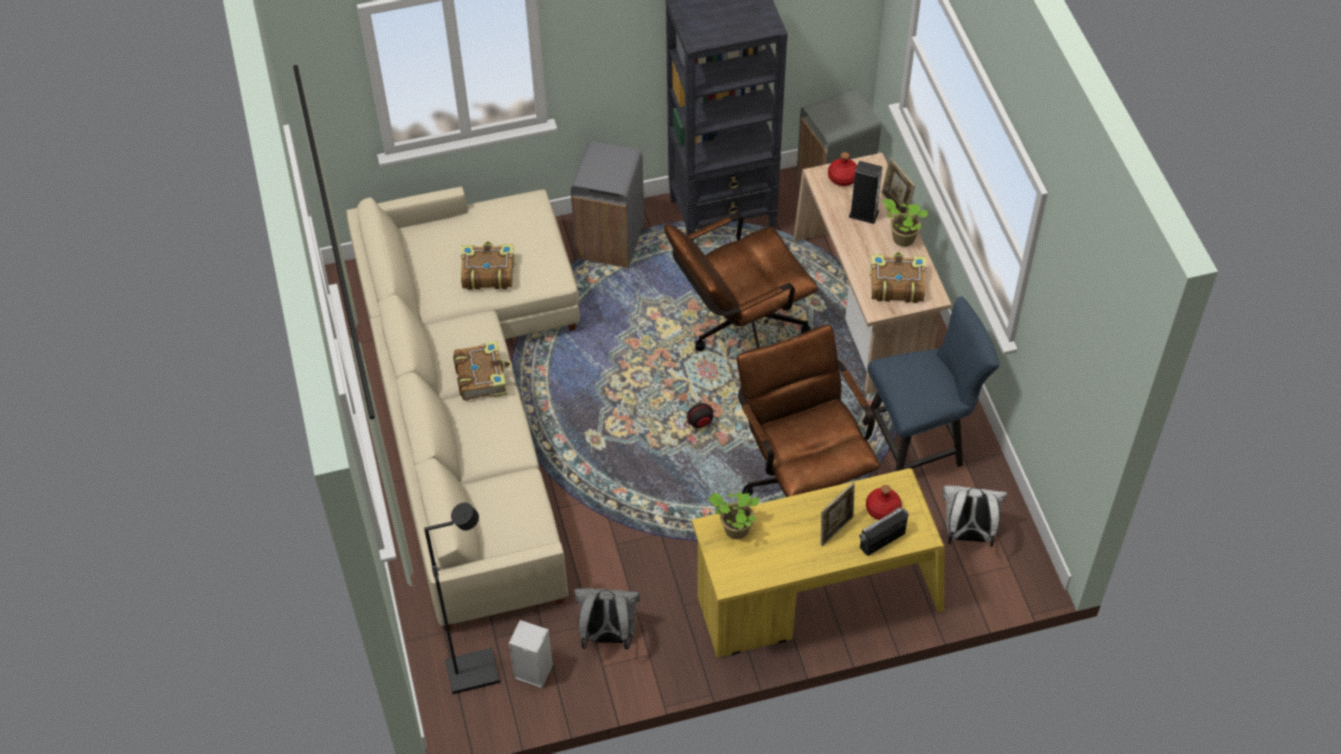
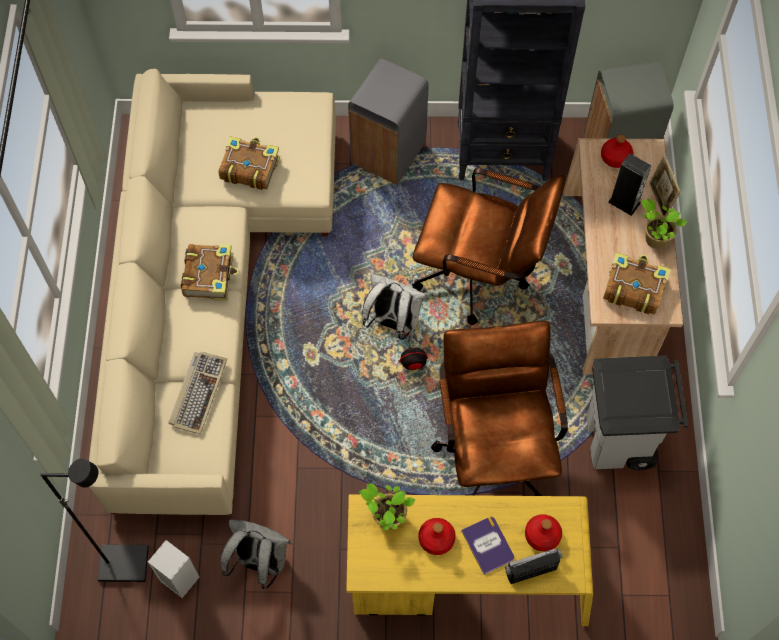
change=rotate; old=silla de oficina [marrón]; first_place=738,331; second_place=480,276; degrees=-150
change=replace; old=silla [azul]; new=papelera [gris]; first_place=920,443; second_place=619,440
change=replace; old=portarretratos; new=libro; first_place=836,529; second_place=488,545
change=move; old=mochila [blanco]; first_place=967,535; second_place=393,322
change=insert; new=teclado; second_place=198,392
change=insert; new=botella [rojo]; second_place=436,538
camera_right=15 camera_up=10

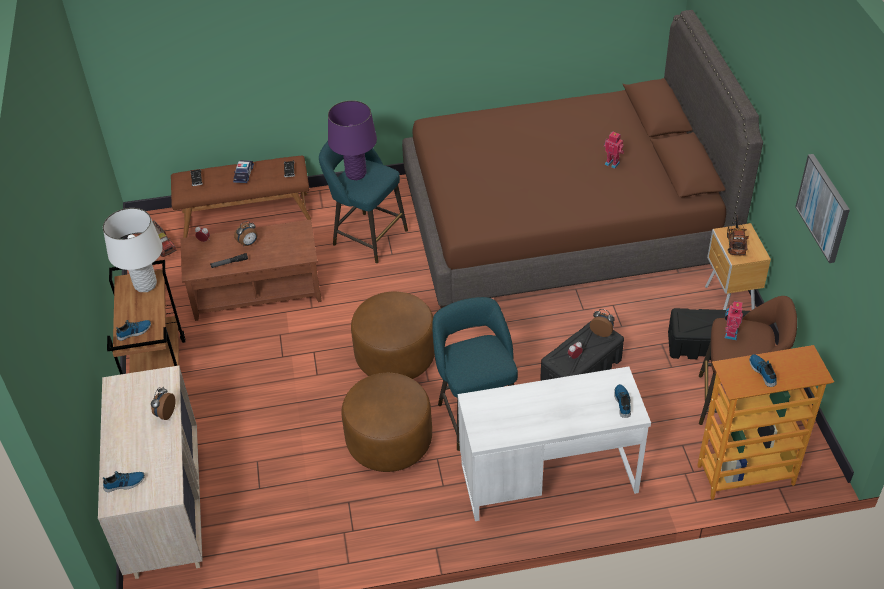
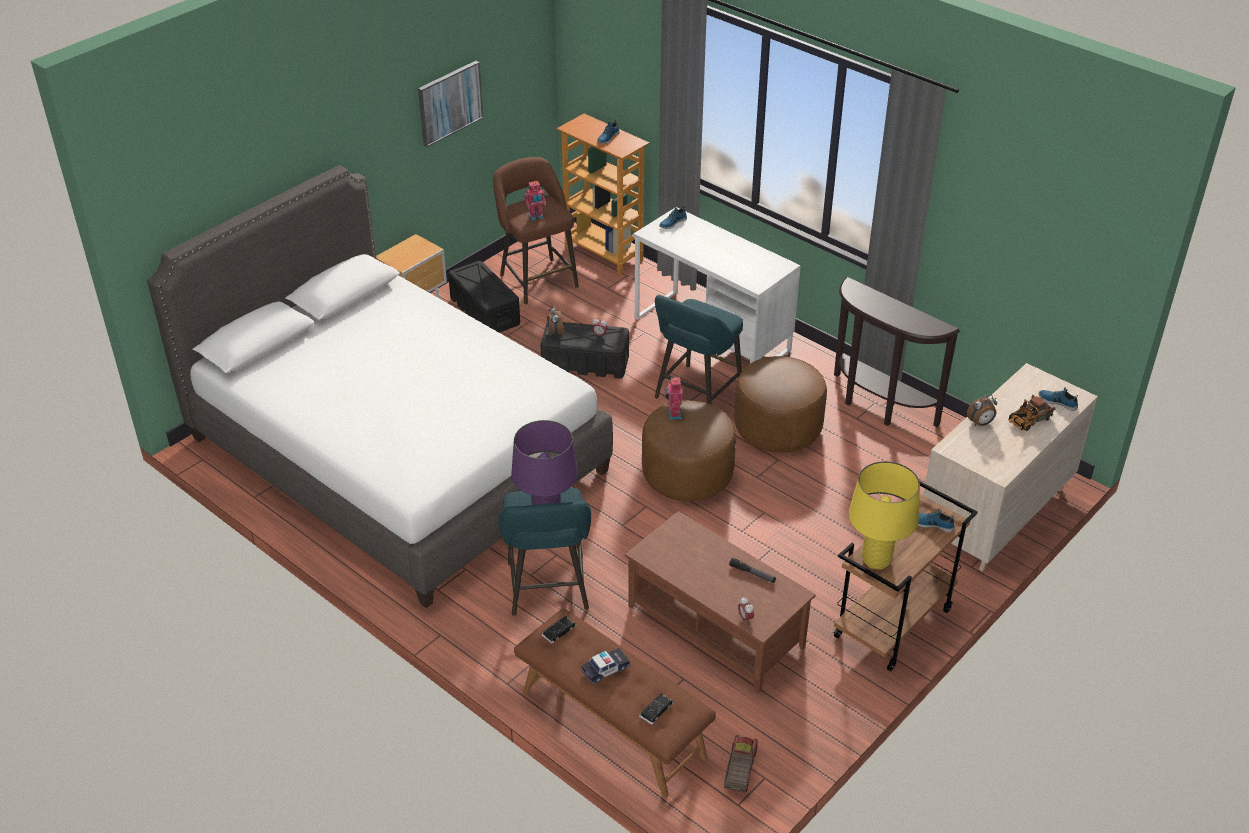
change=recolor; old=cama [marrón]; new=cama [blanco]; first_place=563,225; second_place=397,455
change=move; old=robot de juguete; first_place=612,163; second_place=673,415
change=recolor; old=lámpara de mesa [blanco]; new=lámpara de mesa [amarillo]; first_place=145,285; second_place=876,560
change=move; old=camión de juguete; first_place=735,242; second_place=1027,422
change=delete; old=despertador; first_place=248,243
change=insert; new=mesa consola [marrón]; second_place=877,406
camera_right=-130 camera_up=-5

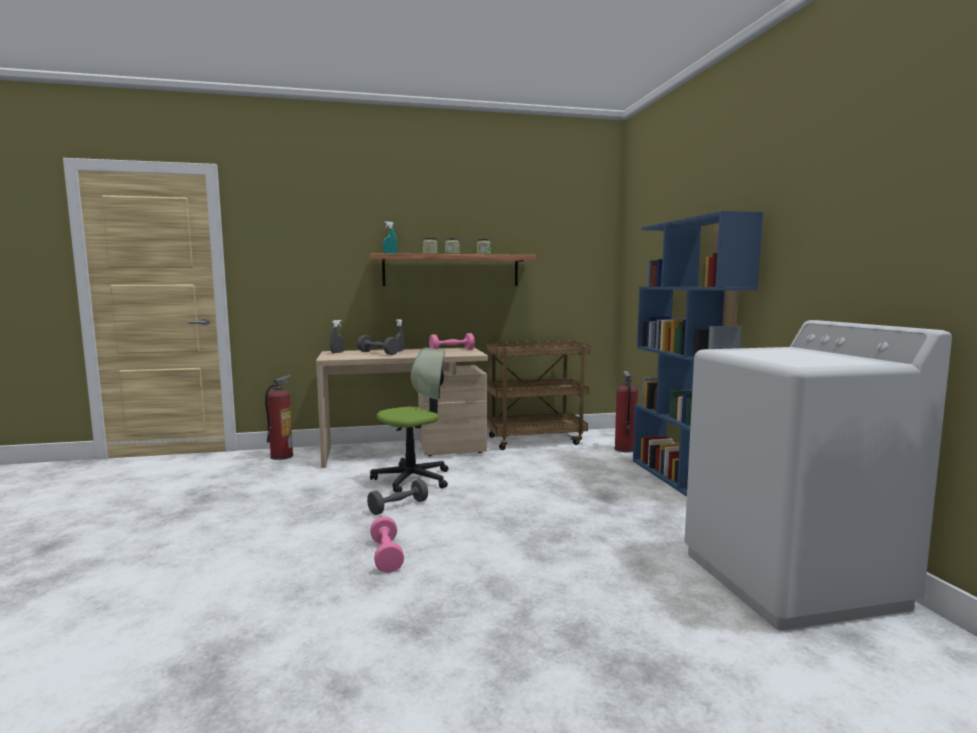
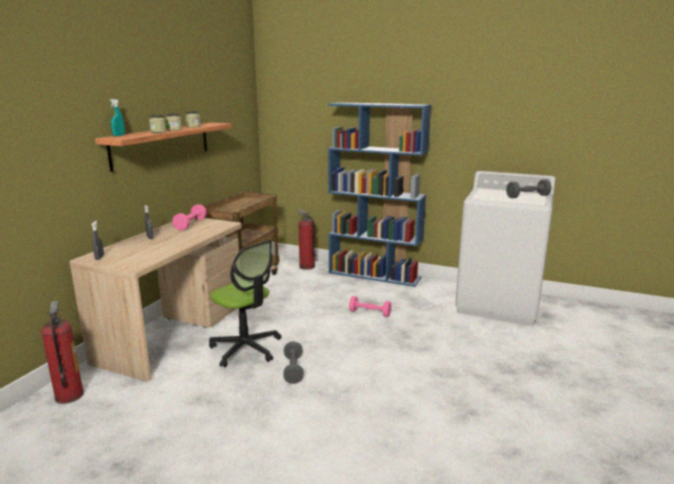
change=move; old=mancuerna [gris]; first_place=378,353; second_place=527,196
change=rotate; old=silla de oficina; first_place=412,479; second_place=246,348; degrees=135
change=move; old=mancuerna [rosa]; first_place=386,556; second_place=370,313
camera_right=-55 camera_up=10

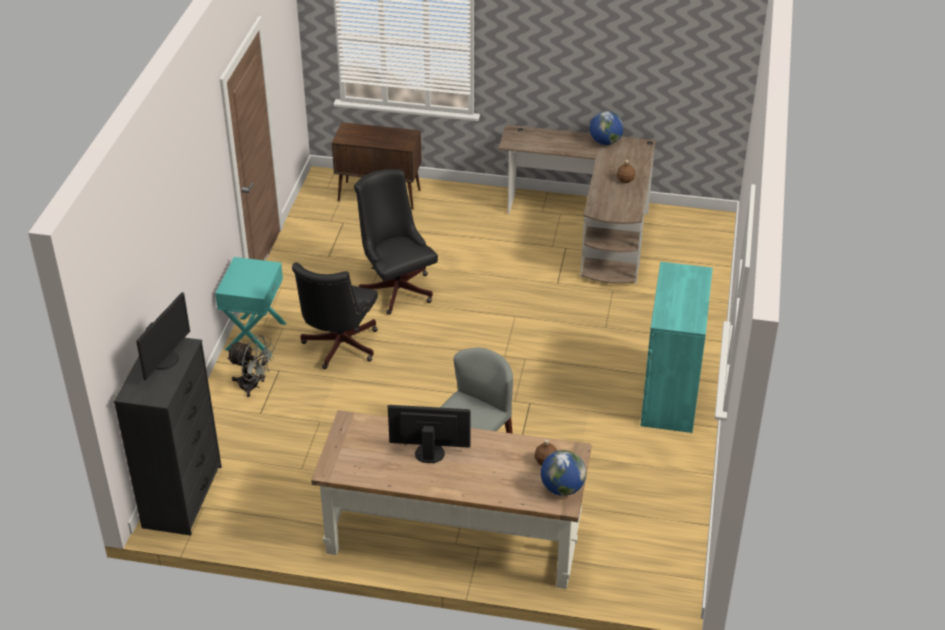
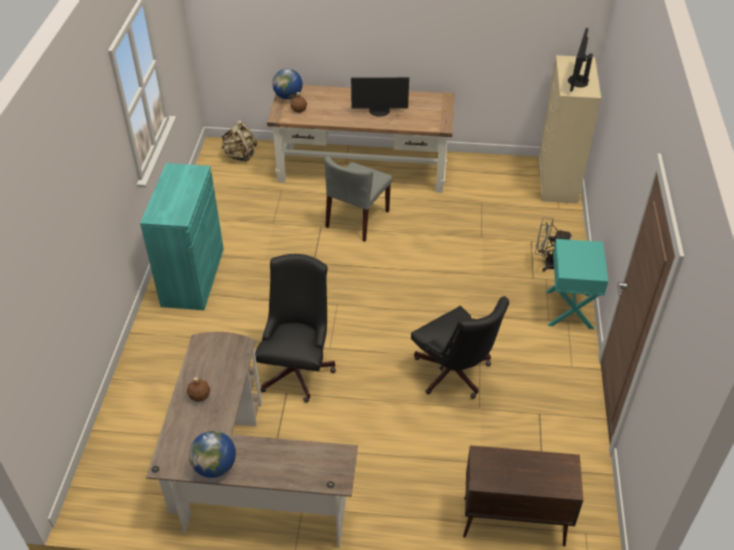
change=move; old=silla de oficina [negro]; first_place=338,348; second_place=298,368
change=recolor; old=cómoda [negro]; new=cómoda [beis]; first_place=183,496; second_place=557,181
change=insert; new=mochila [beis]; second_place=240,156
camera_right=175 camera_up=5

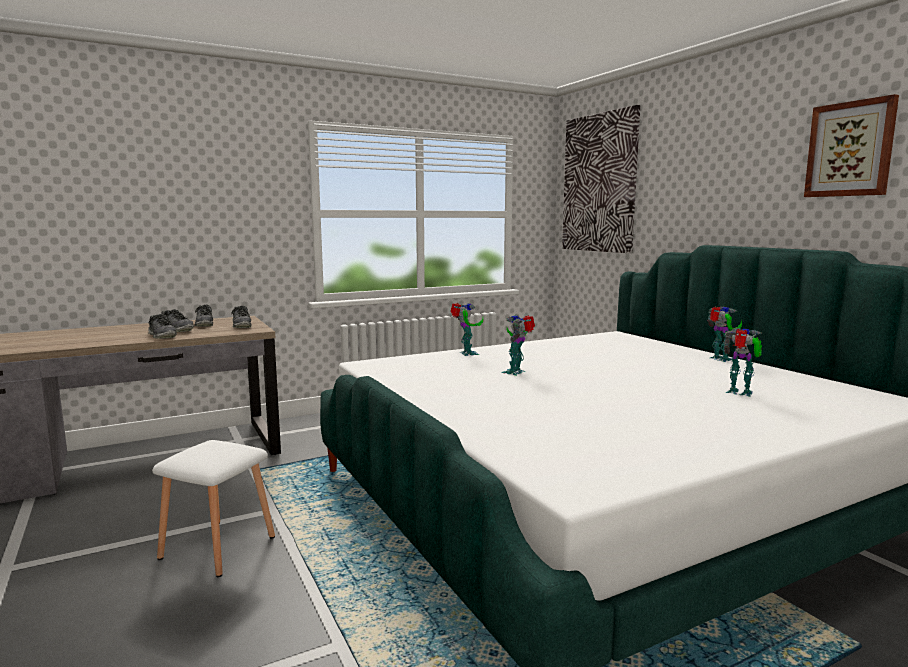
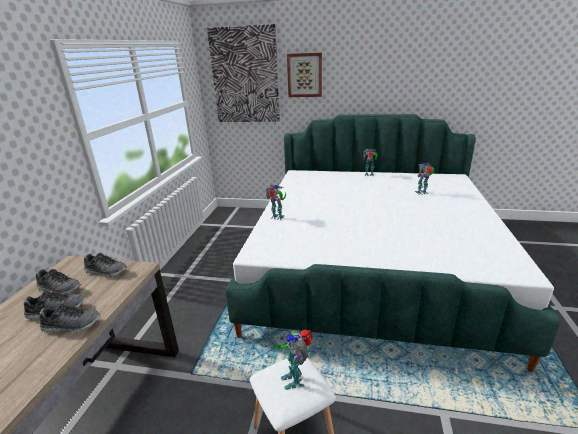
change=move; old=cuadro; first_place=850,149; second_place=304,75
change=move; old=robot de juguete; first_place=516,372; second_place=294,378
camera_right=-50 camera_up=15

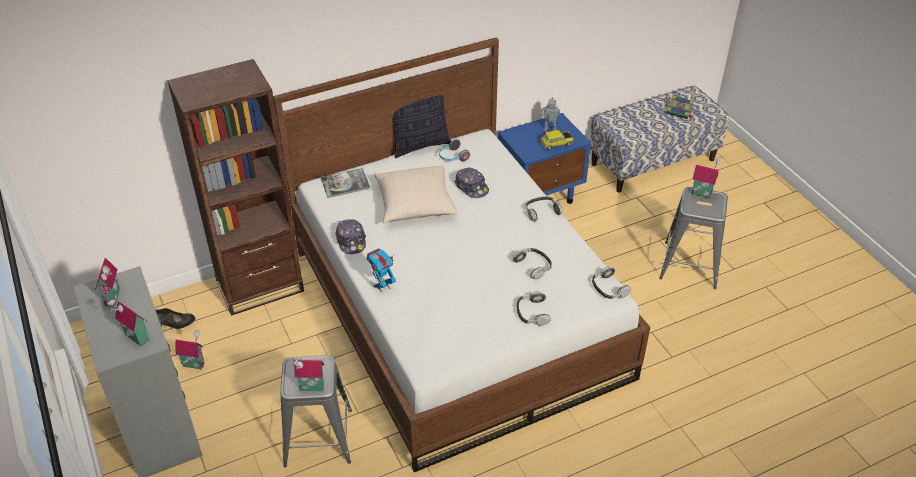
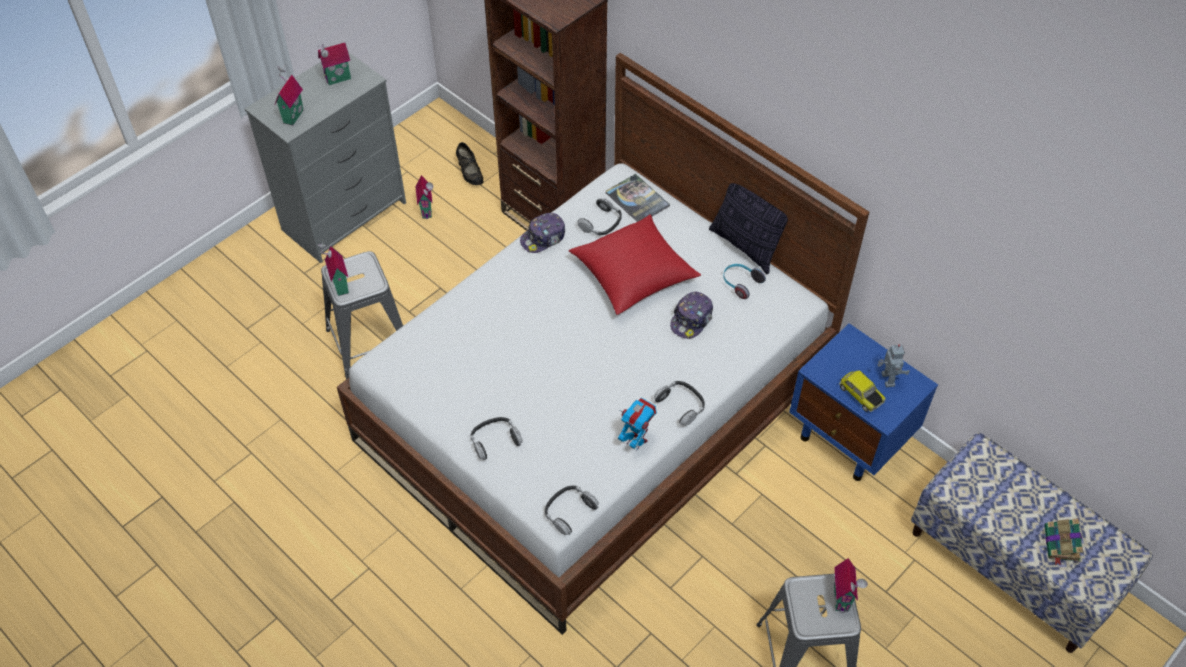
change=recolor; old=cojín [beis]; new=cojín [rojo]; first_place=415,204; second_place=633,274
change=move; old=robot de juguete; first_place=382,286; second_place=636,441
change=move; old=auriculares; first_place=533,266; second_place=601,223
camera_right=70 camera_up=10

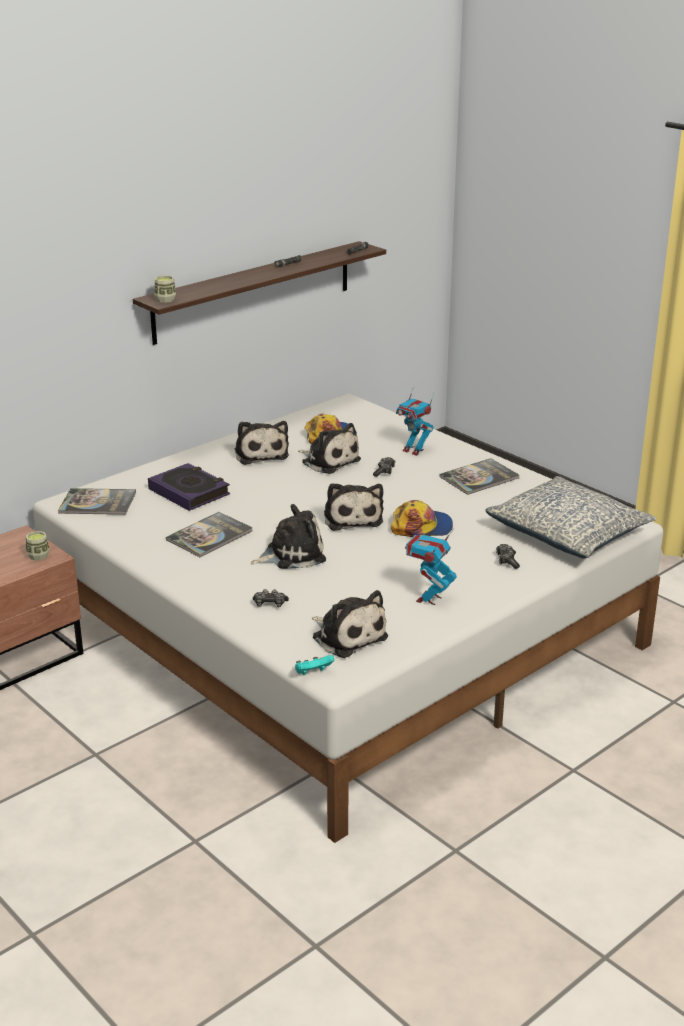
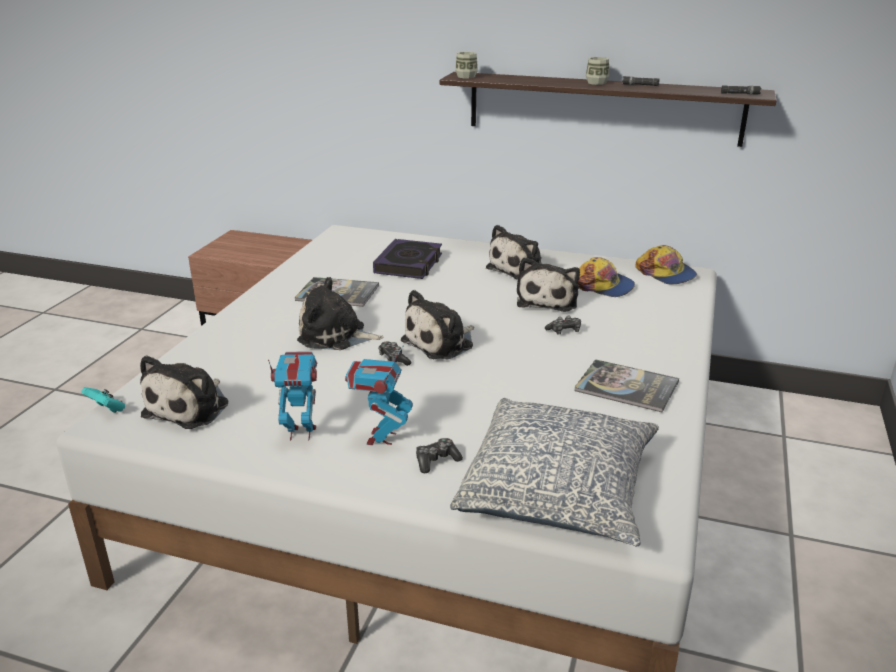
change=move; old=robot de juguete; first_place=414,450; second_place=381,438
change=delete; old=libro; first_place=97,503
change=move; old=gorra; first_place=421,527; second_place=666,273
change=rotate; old=peluche; first_place=292,554; second_place=335,336; degrees=150
change=move; old=taza; first_place=38,556; second_place=596,83
change=move; old=mando de consola; first_place=270,604; second_place=393,359
camera_right=60 camera_up=0

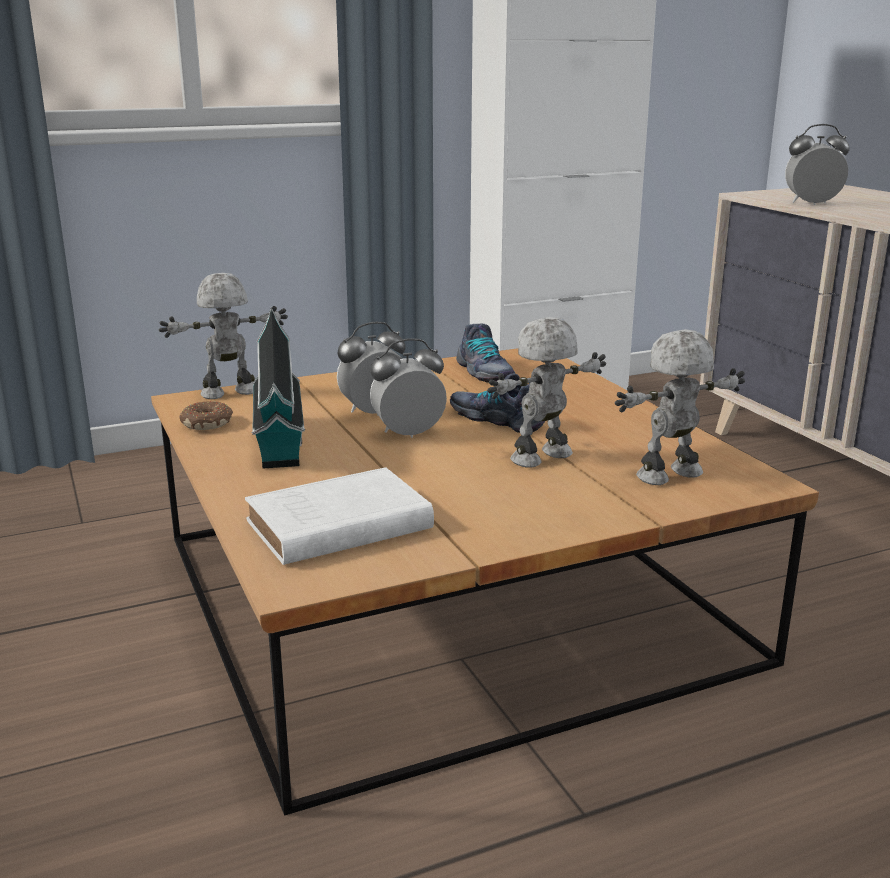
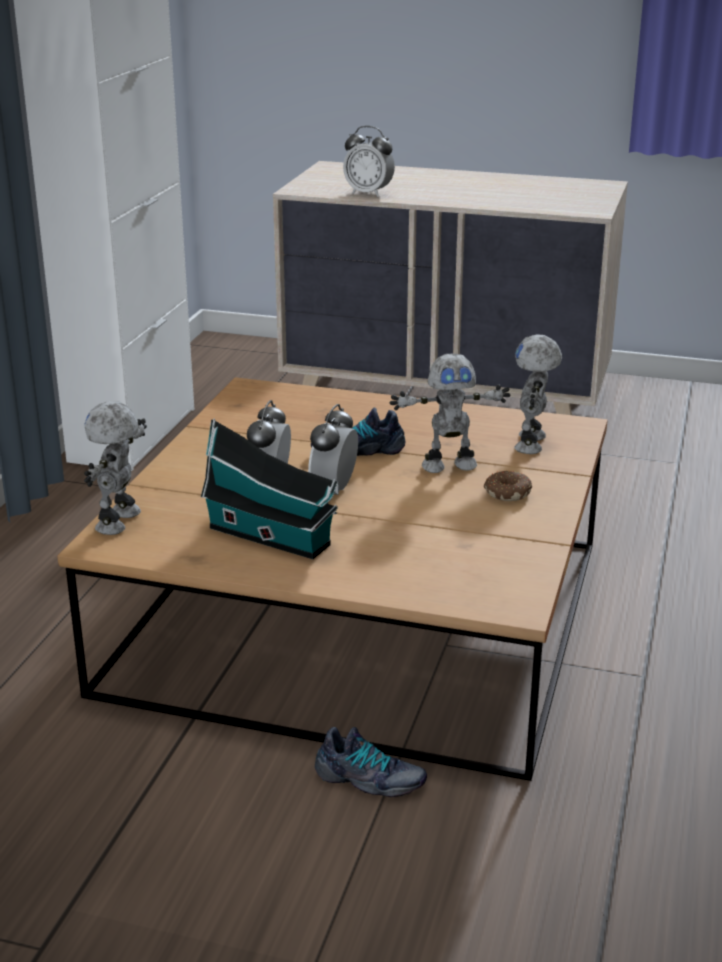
change=rotate; old=despertador; first_place=812,204; second_place=368,193; degrees=-105
change=rotate; old=robot de juguete; first_place=543,458; second_place=448,465; degrees=-105
change=move; old=zapato; first_place=483,372; second_place=369,780
change=move; old=rosquilla; first_place=208,423; second_place=507,492
change=delete; old=libro [blanco]; first_place=334,526
camera_right=-50 camera_up=5

